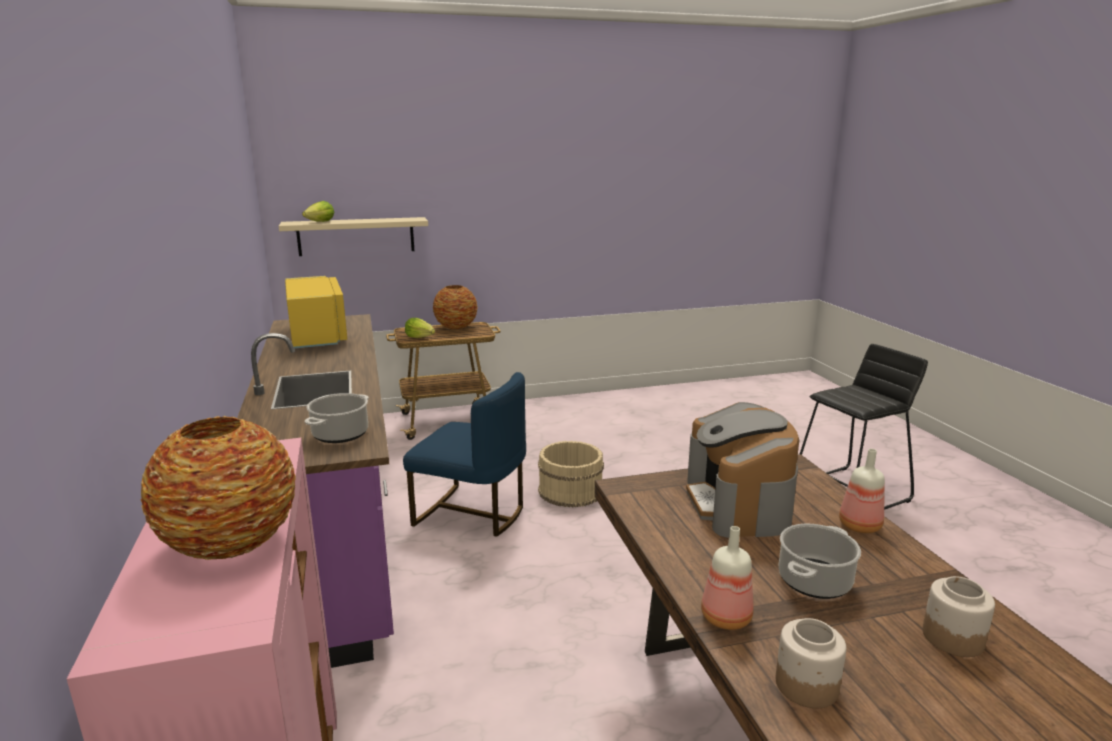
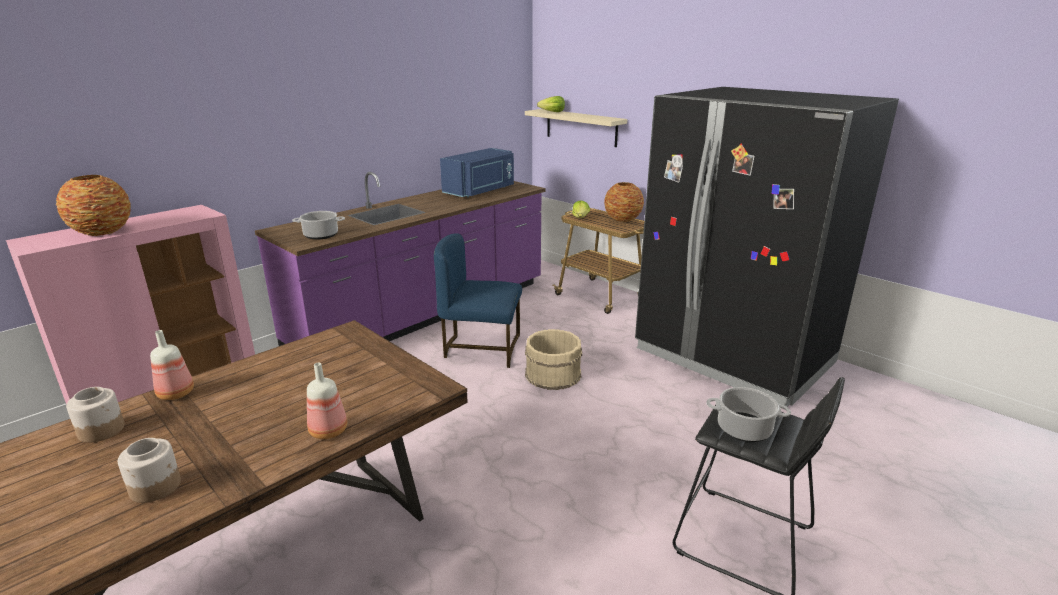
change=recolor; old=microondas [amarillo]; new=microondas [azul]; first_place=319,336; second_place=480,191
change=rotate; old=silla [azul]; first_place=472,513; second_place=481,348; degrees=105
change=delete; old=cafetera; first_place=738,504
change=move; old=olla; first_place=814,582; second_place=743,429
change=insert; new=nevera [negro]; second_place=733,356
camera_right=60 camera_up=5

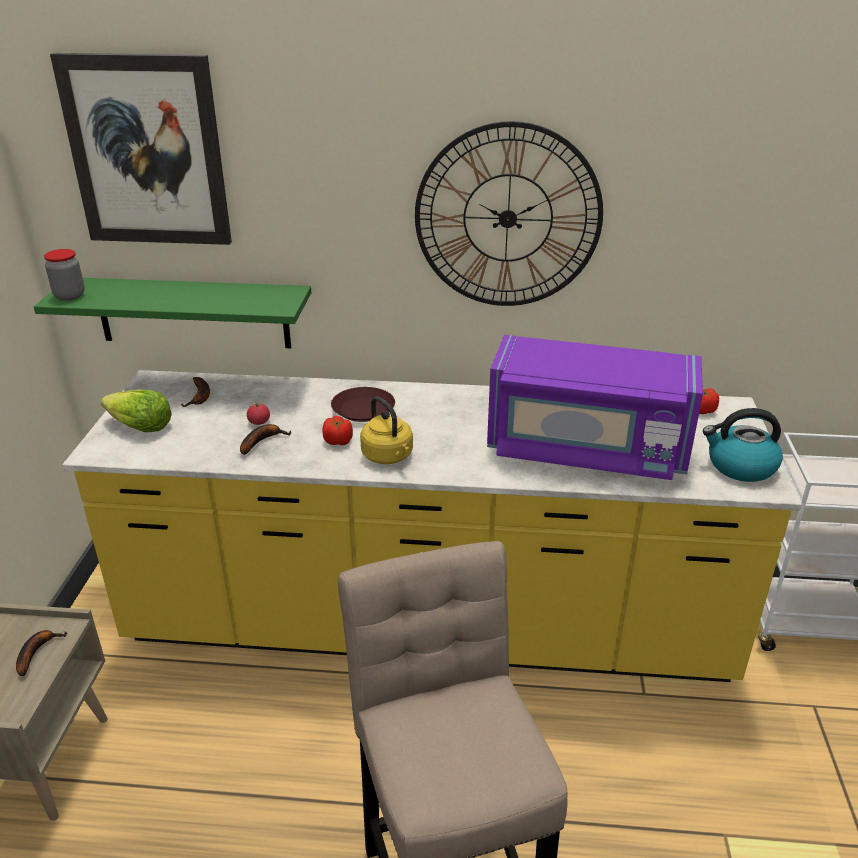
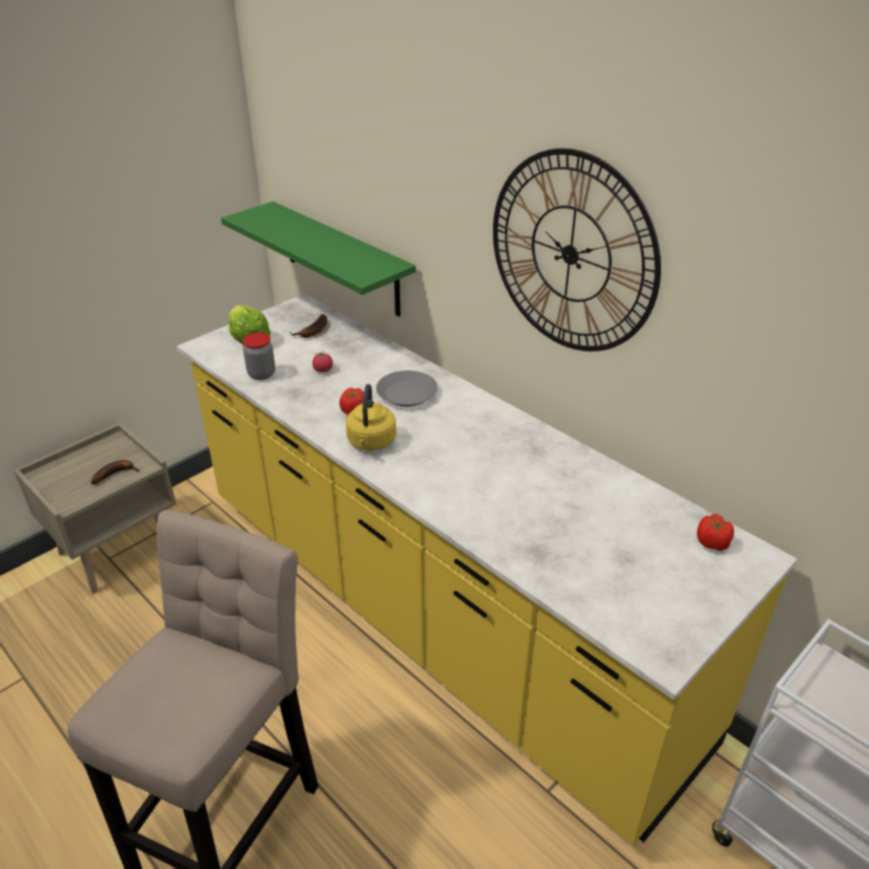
change=delete; old=cuadro; first_place=147,152
change=move; old=tarro; first_place=69,296; second_place=261,374
change=delete; old=microondas [morado]; first_place=586,450
change=recolor; old=plato [marrón]; new=plato [gris]; first_place=363,409; second_place=407,394
change=delete; old=hervidor; first_place=740,466
change=delete; old=plátano; first_place=262,441
camera_right=40 camera_up=5

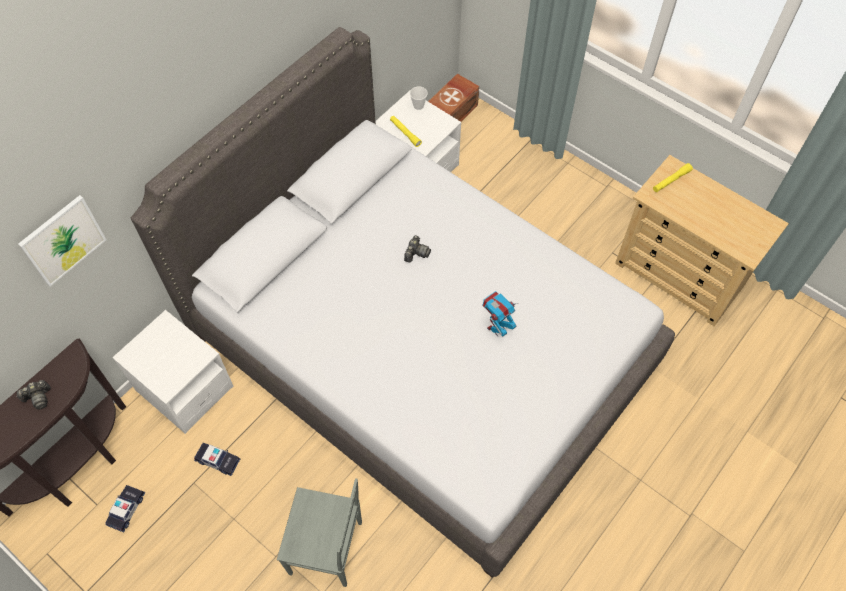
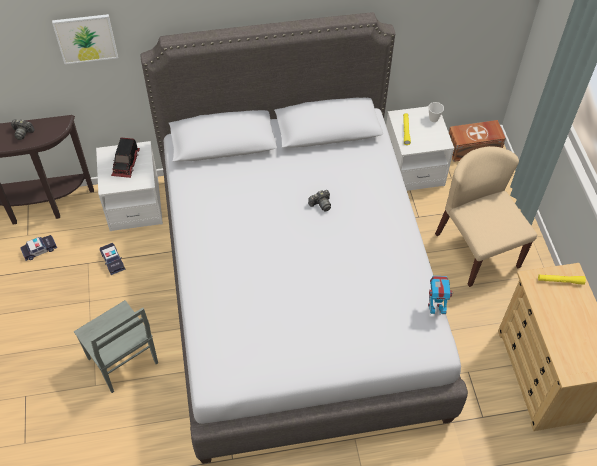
change=move; old=robot de juguete; first_place=497,328; second_place=435,309
change=insert; new=camión de juguete; second_place=126,163
change=insert; new=silla [beis]; second_place=476,250
camera_right=40 camera_up=-5

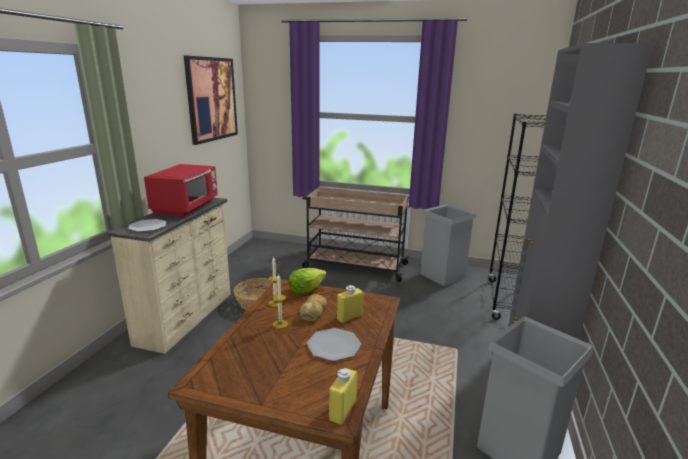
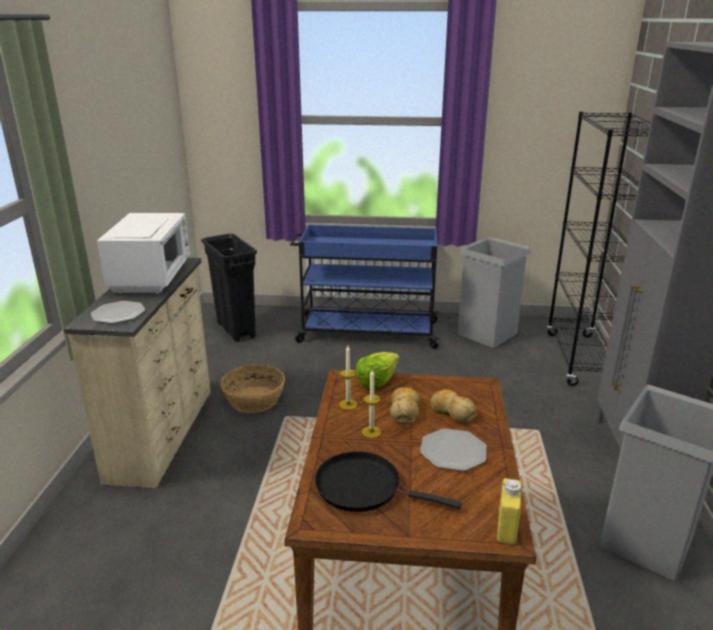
change=delete; old=cuadro; first_place=212,99
change=recolor; old=microondas [rojo]; new=microondas [blanco]; first_place=187,207; second_place=153,277
change=recolor; old=carrito [beis]; new=carrito [azul]; first_place=354,266; second_place=366,332
change=replace; old=botella [amarillo]; new=pan; first_place=349,317; second_place=452,412
change=insert; new=papelera [negro]; second_place=236,330
change=insert; new=sartén [negro]; second_place=364,487
camera_right=-10 camera_up=5

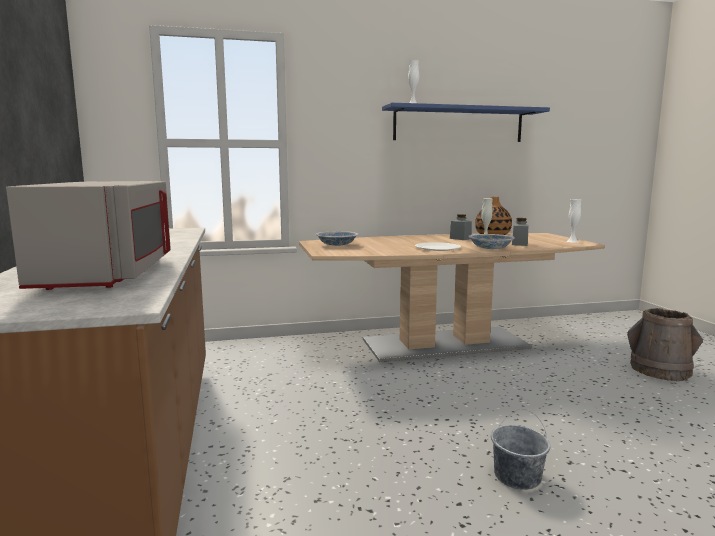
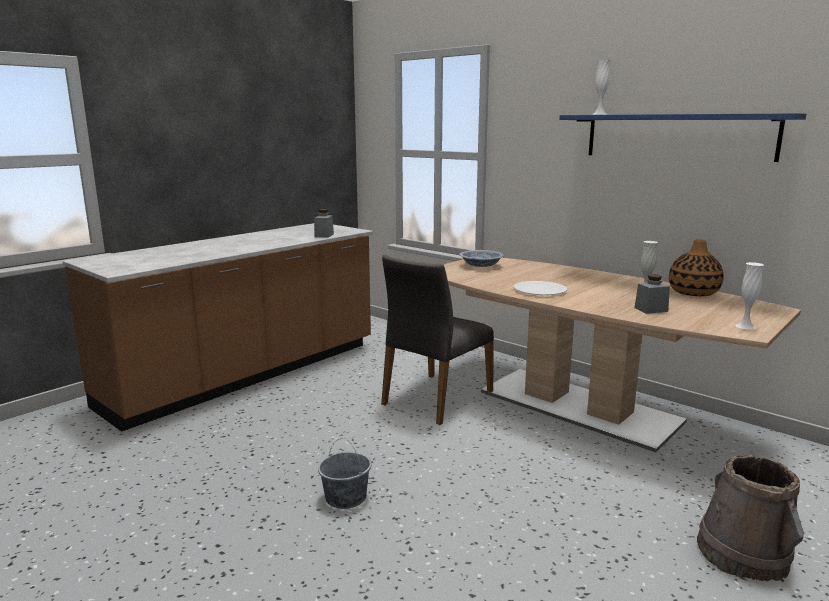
change=delete; old=microondas [gris]; first_place=111,273
change=move; old=tarro [gris]; first_place=460,238; second_place=324,235
change=delete; old=cuenco; first_place=490,248
change=insert; new=silla [gris]; second_place=435,399
camera_right=55 camera_up=5

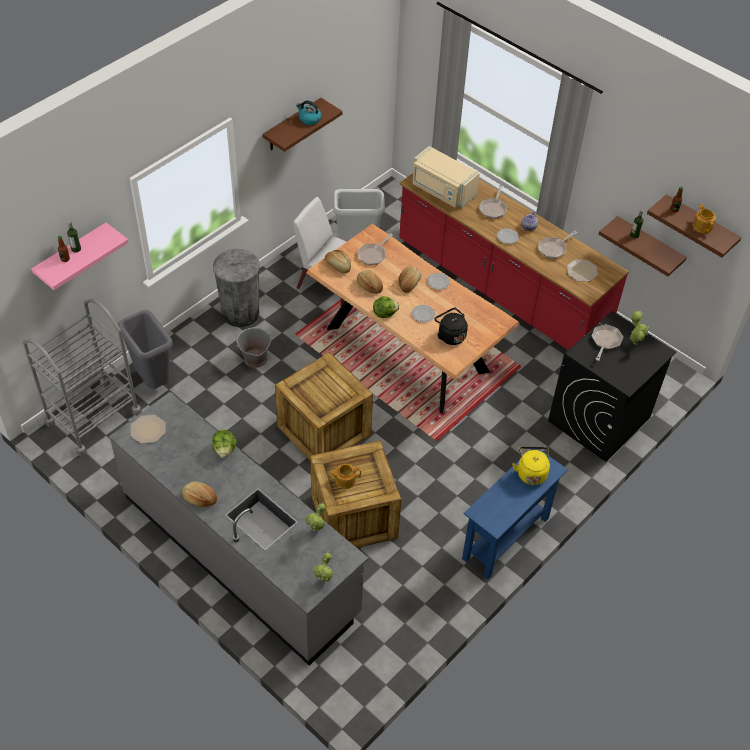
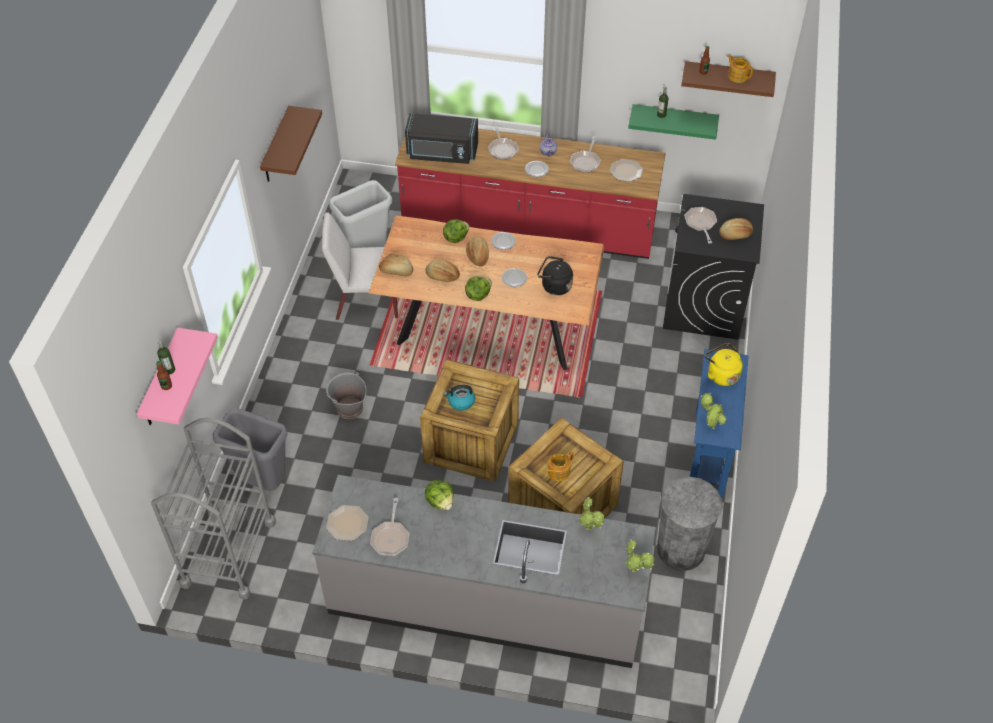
change=move; old=hervidor; first_place=309,119; second_place=461,402
change=recolor; old=microondas [beis]; new=microondas [negro]; first_place=442,190; second_place=442,153
change=recolor; old=estante [marrón]; new=estante [verde]; first_place=648,245; second_place=674,120
change=move; old=sartén; first_place=373,255; second_place=390,537
change=move; old=papelera [gris]; first_place=240,313; second_place=681,549
change=move; old=planta en maceta; first_place=634,342; second_place=710,425
change=move; old=pan; first_place=199,498; second_place=735,234
change=insert; new=lechuga; second_place=455,238
camera_right=-30 camera_up=0

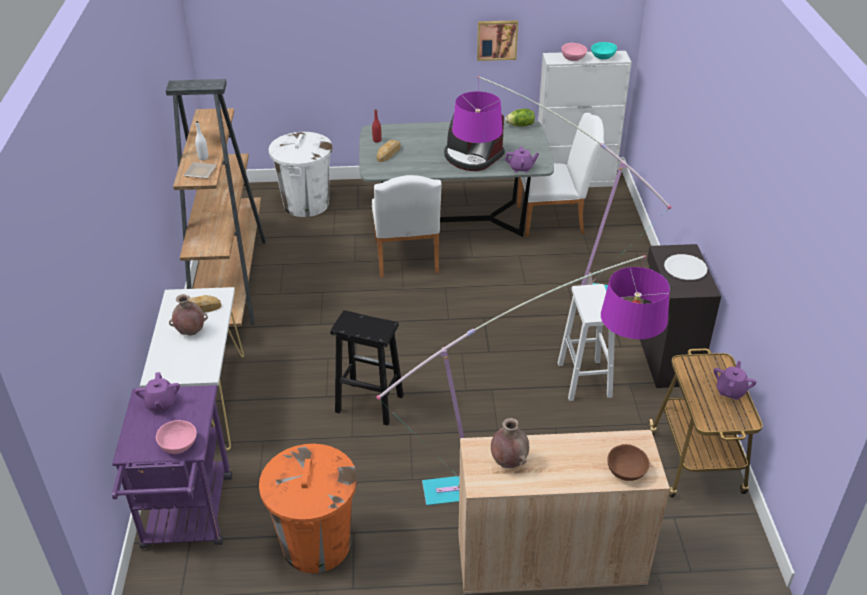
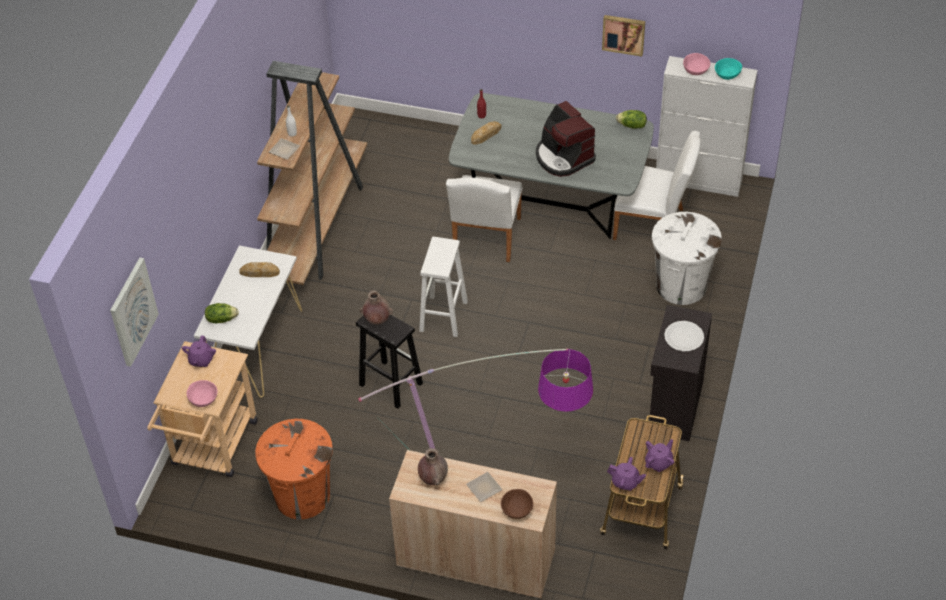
change=delete; old=lámpara de pie; first_place=529,280
change=move; old=papelera [blanco]; first_place=306,204; second_place=681,286
change=move; old=tetera [morado]; first_place=521,168; second_place=625,482
change=move; old=taburete [blanco]; first_place=584,380; second_place=443,317
change=move; old=florero [marrón]; first_place=191,332; second_place=377,320
change=recolor; old=carrito [morado]; new=carrito [beis]; first_place=187,519; second_place=212,449
change=insert; new=cuadro; second_place=132,311
change=insert; new=lechuga; second_place=221,319
change=insert; new=plato; second_place=482,488
camera_right=20 camera_up=10

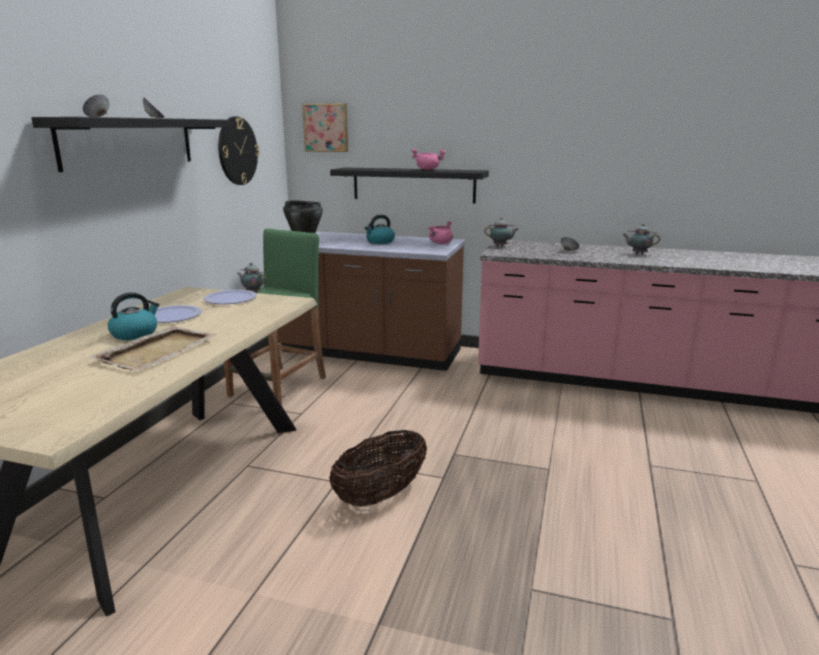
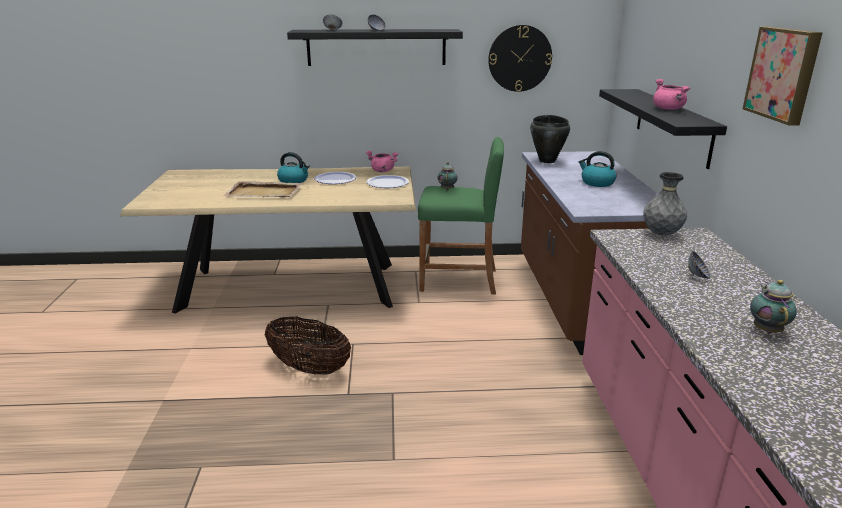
change=move; old=cuadro; first_place=326,127; second_place=784,74
change=replace; old=tetera; new=florero [gris]; first_place=501,246; second_place=661,234
change=move; old=olla [rosa]; first_place=440,243; second_place=382,171
camera_right=70 camera_up=5

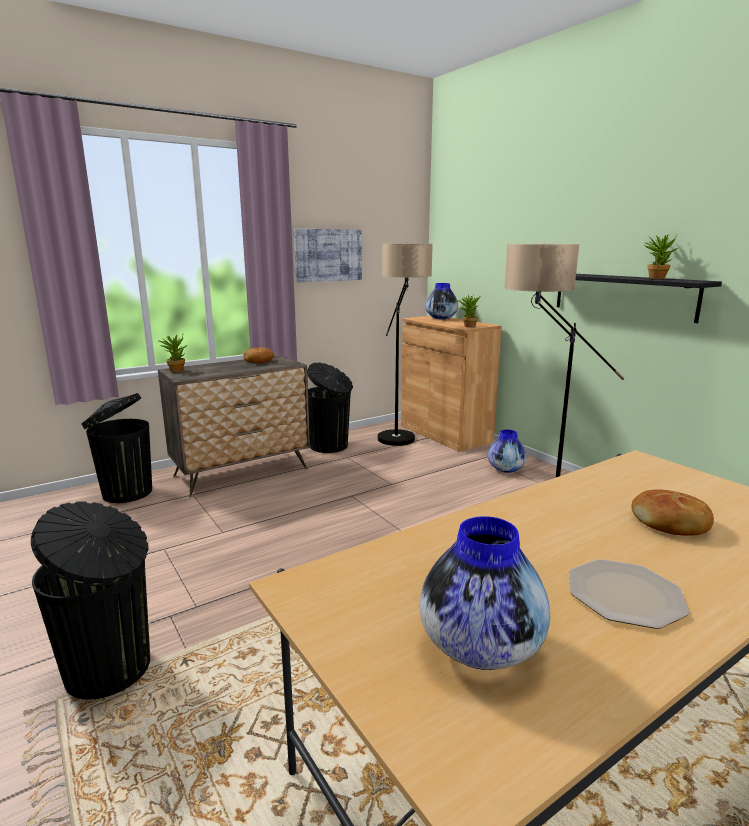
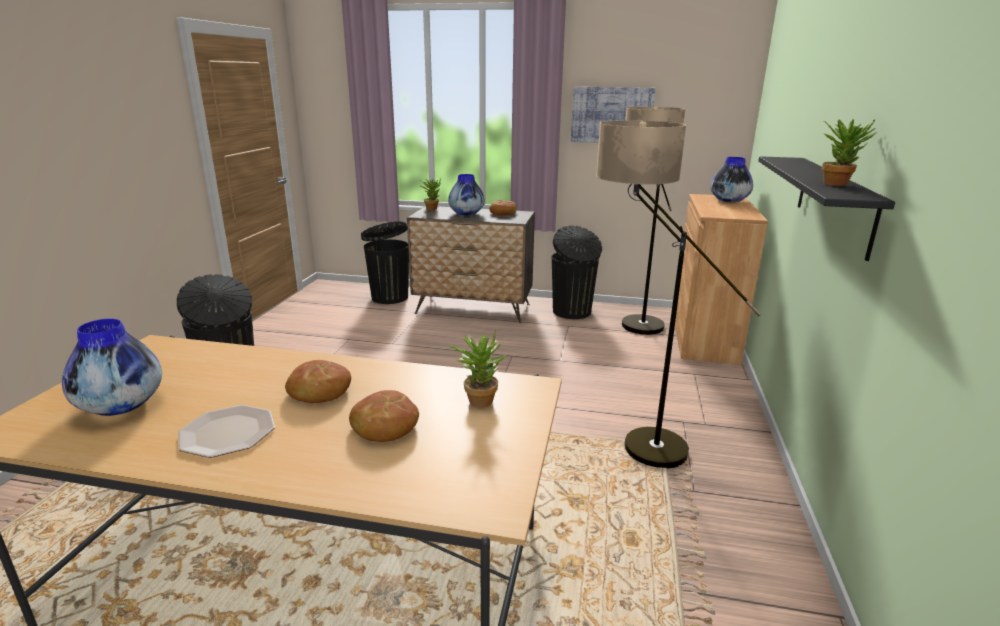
change=move; old=planta en maceta; first_place=467,326; second_place=478,399
change=move; old=florero; first_place=506,469; second_place=466,214
change=insert; new=pan; second_place=319,391
camera_right=45 camera_up=5

